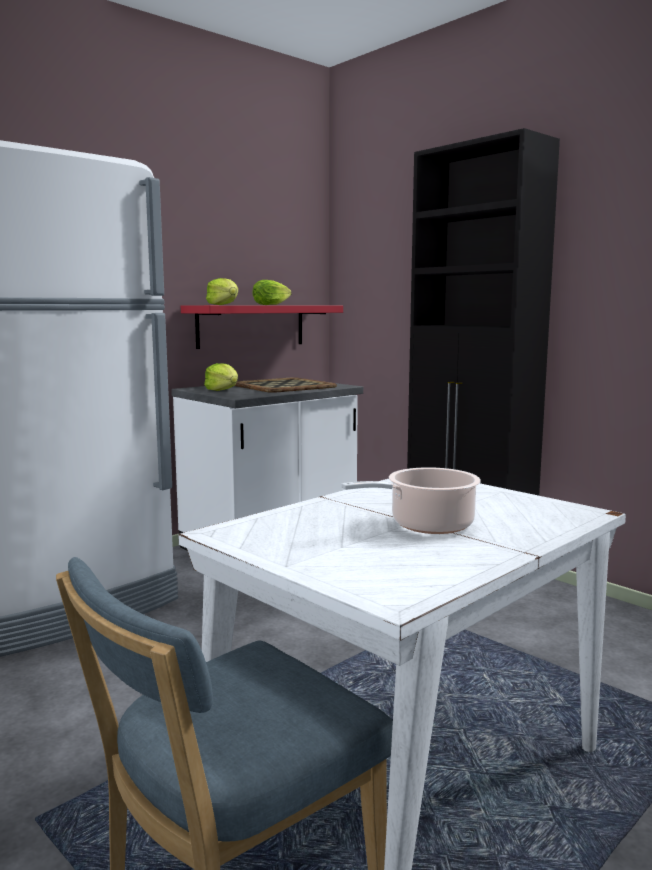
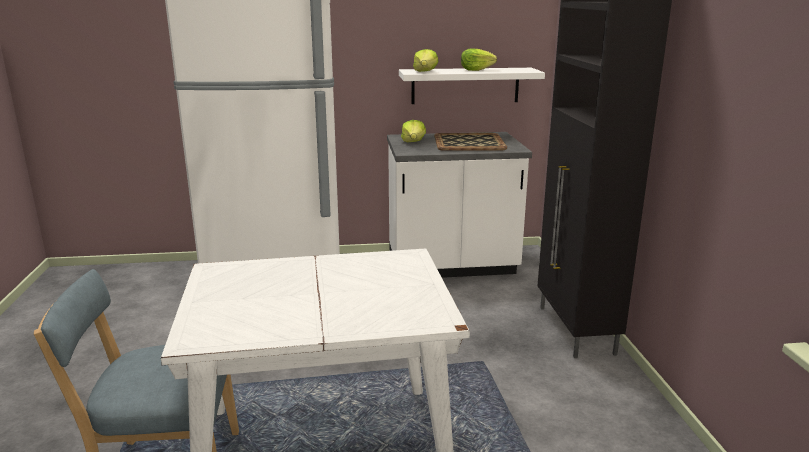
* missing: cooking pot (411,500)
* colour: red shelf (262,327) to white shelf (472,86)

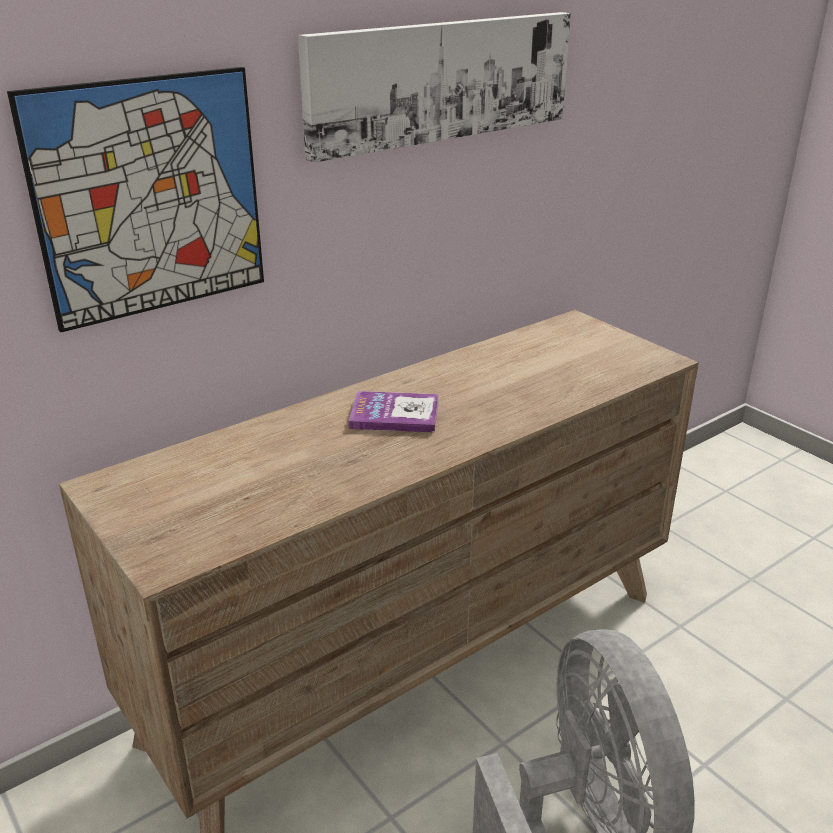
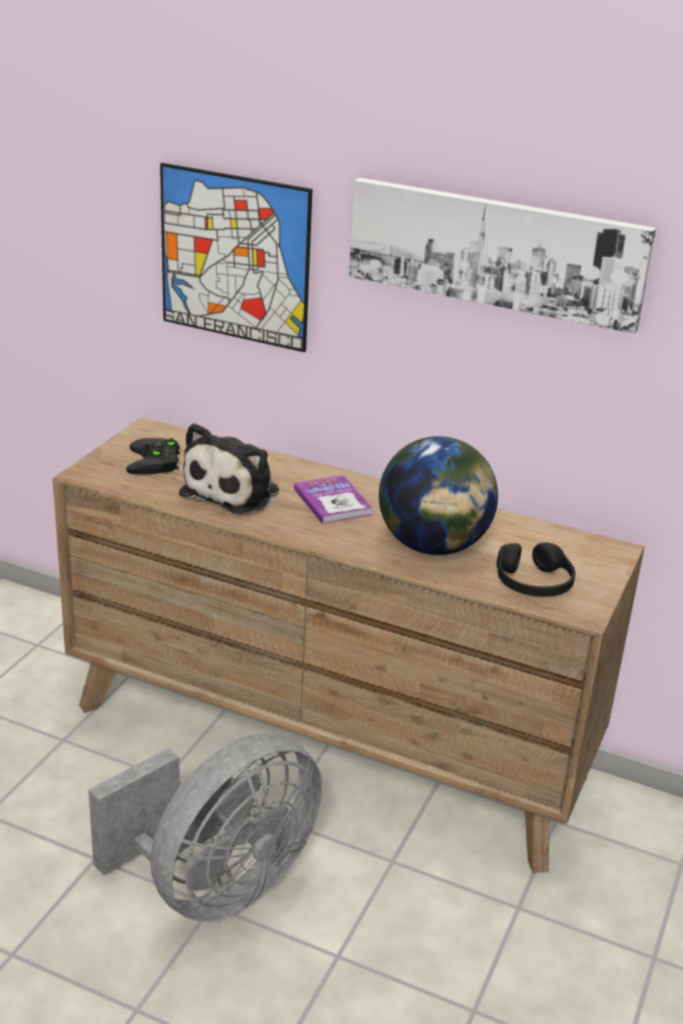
* appeared: black game controller (153,456)
* appeared: plush toy (229,468)
* appeared: globe (438,495)
* appeared: black headphones (536,570)

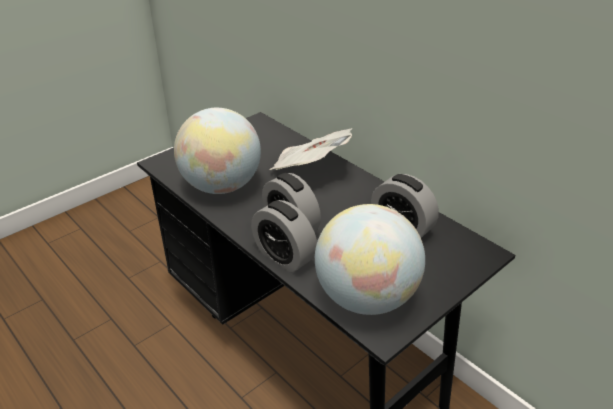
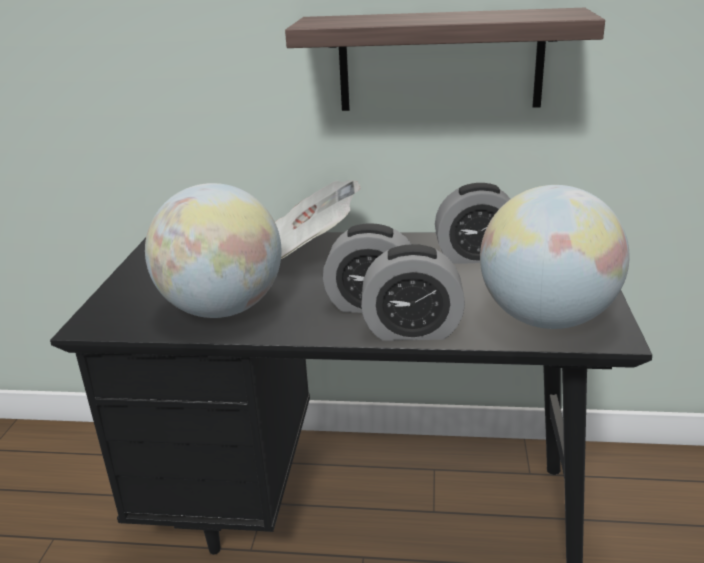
* appeared: shelf (445,59)

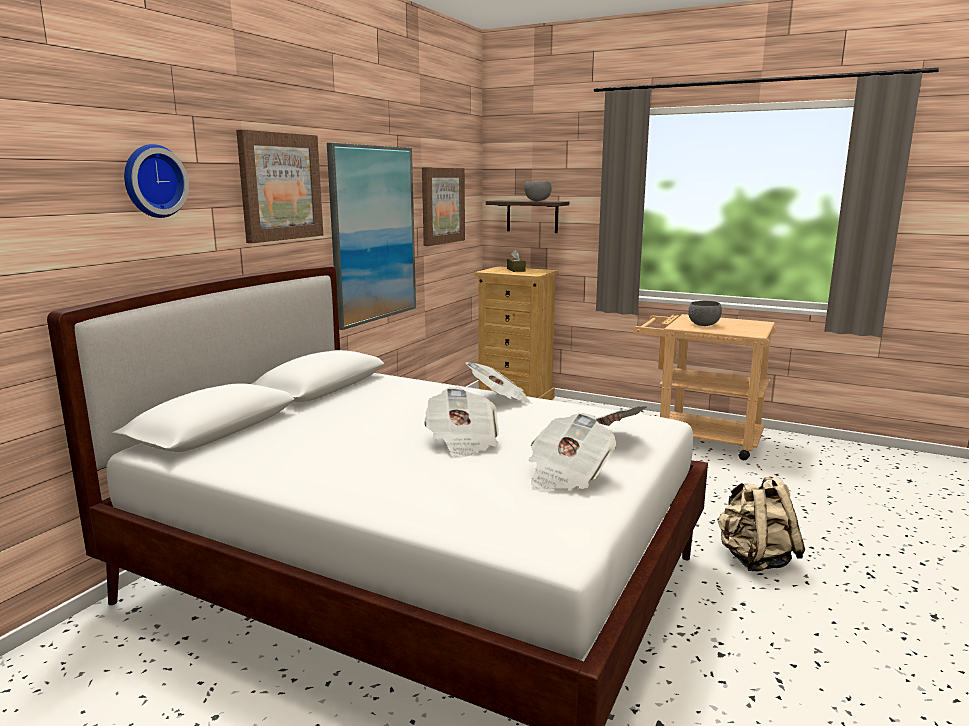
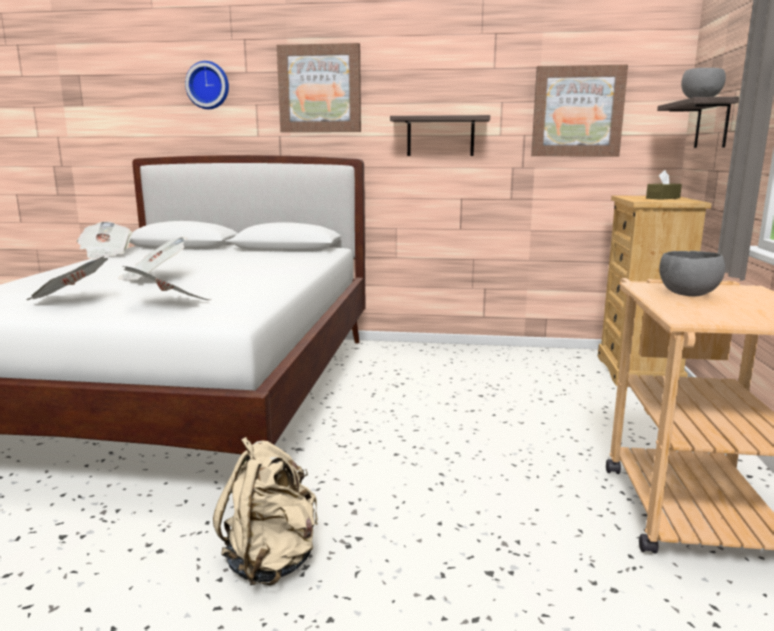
* relocated: newspaper (499,383) to (104,240)
* exchanged: picture (371,236) to shelf (440,135)

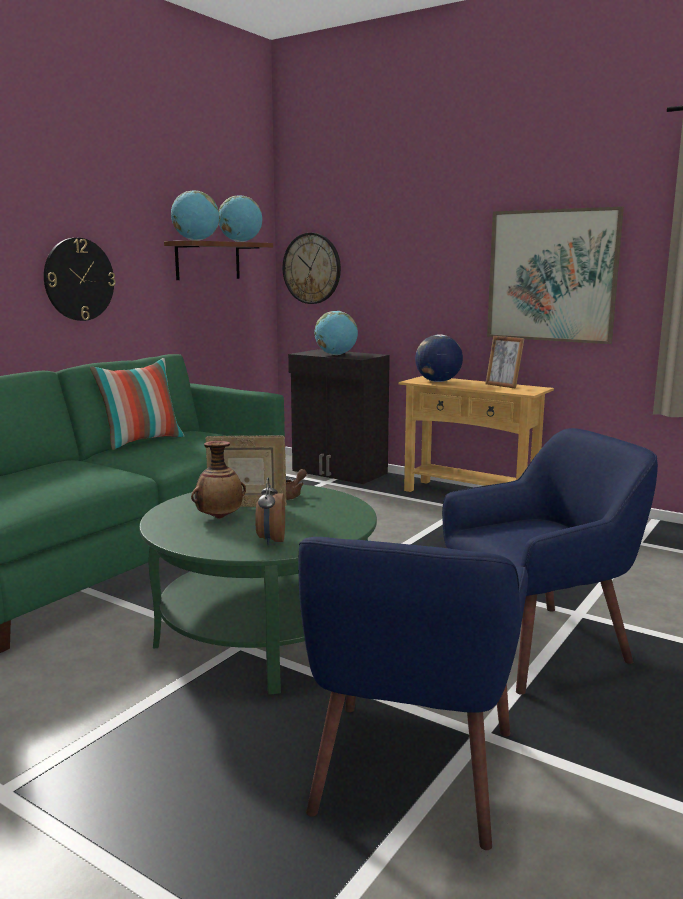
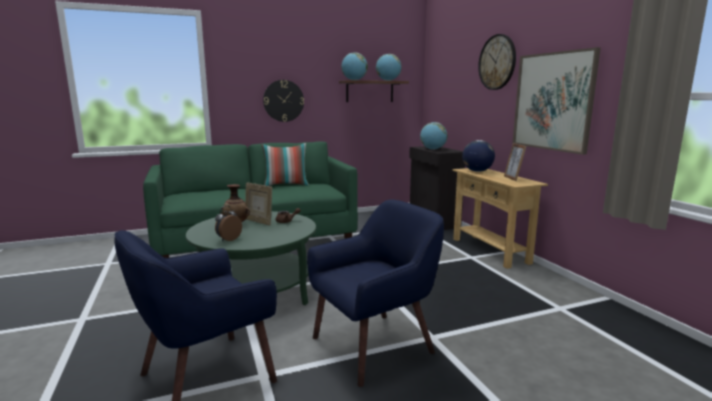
* relocated: wall clock (311,268) to (497,62)
* spun: blue armchair (550,561) = (375,293) 45 degrees counterclockwise

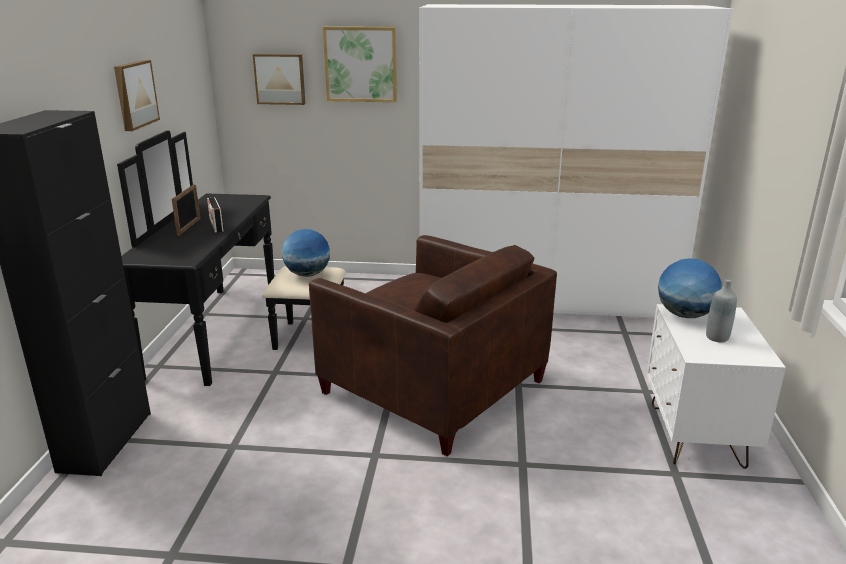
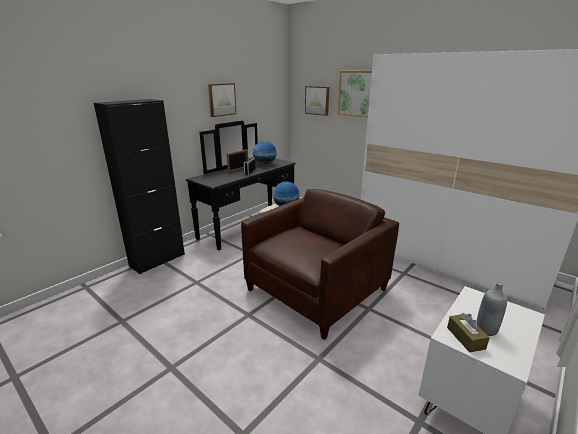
* appeared: brown tissue box (468,332)
* relocated: globe (690,288) to (265,153)
* spun: brown armchair (433,345) = (320,264) 120 degrees counterclockwise

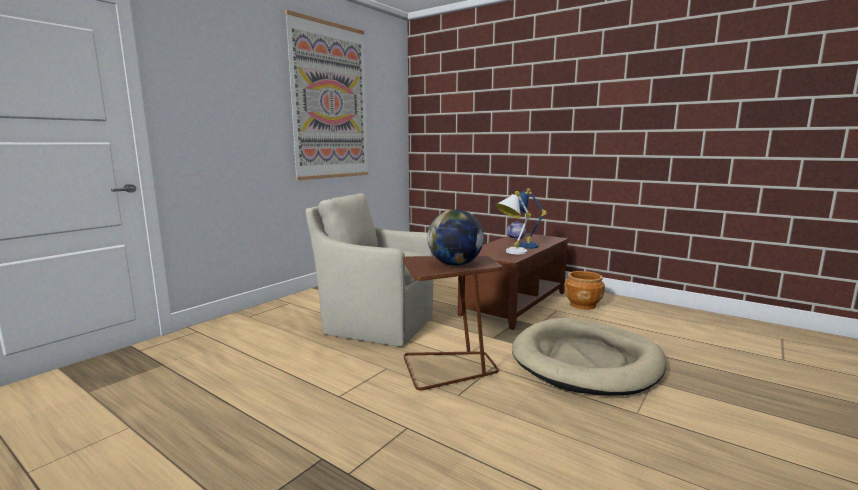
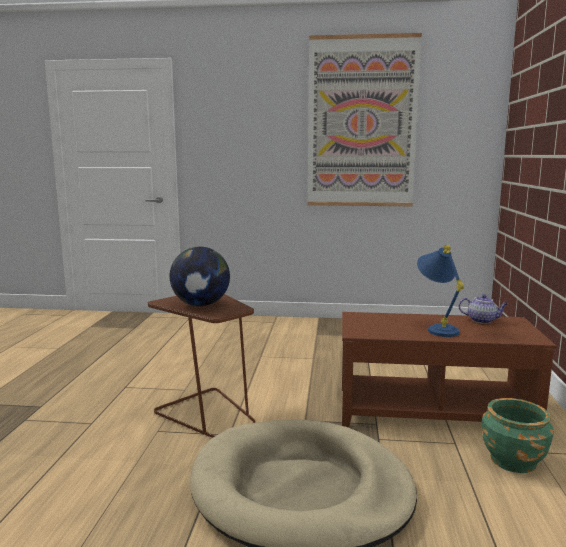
* missing: beige armchair (370,270)
* missing: white table lamp (513,222)
* colour: brown planter (584,290) to green planter (518,435)

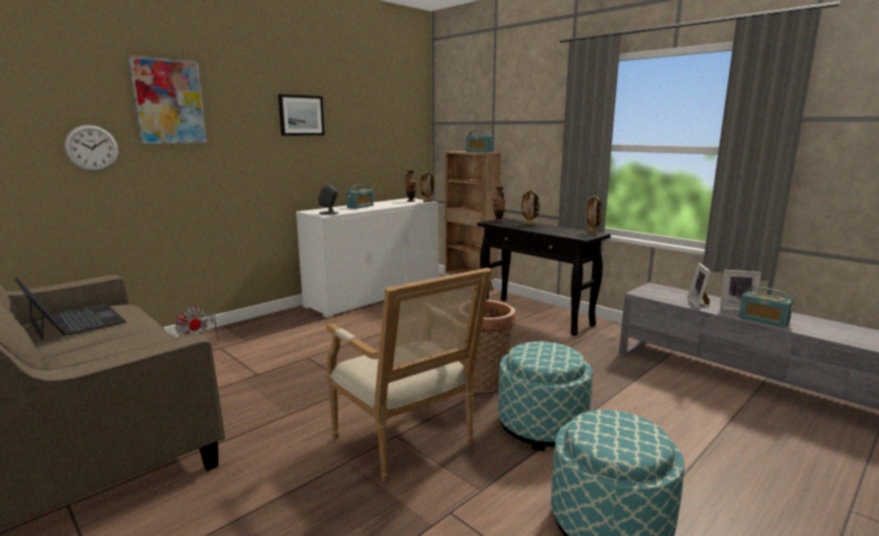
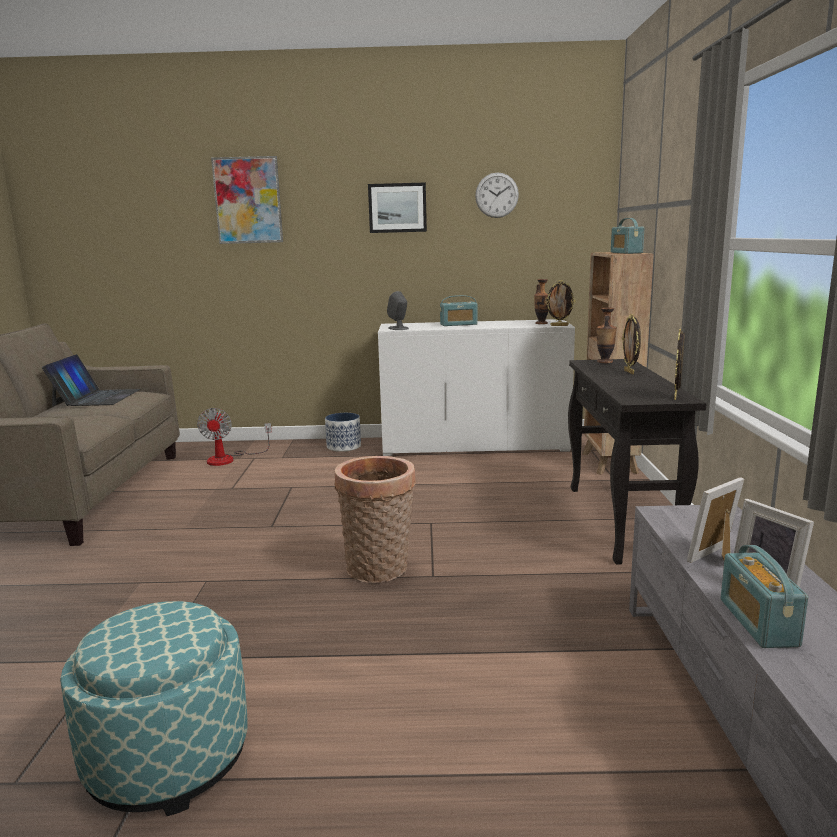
* missing: armchair (409,375)
* missing: ottoman (545,396)
* appeared: planter (343,432)
* relocated: wall clock (91,148) to (497,195)

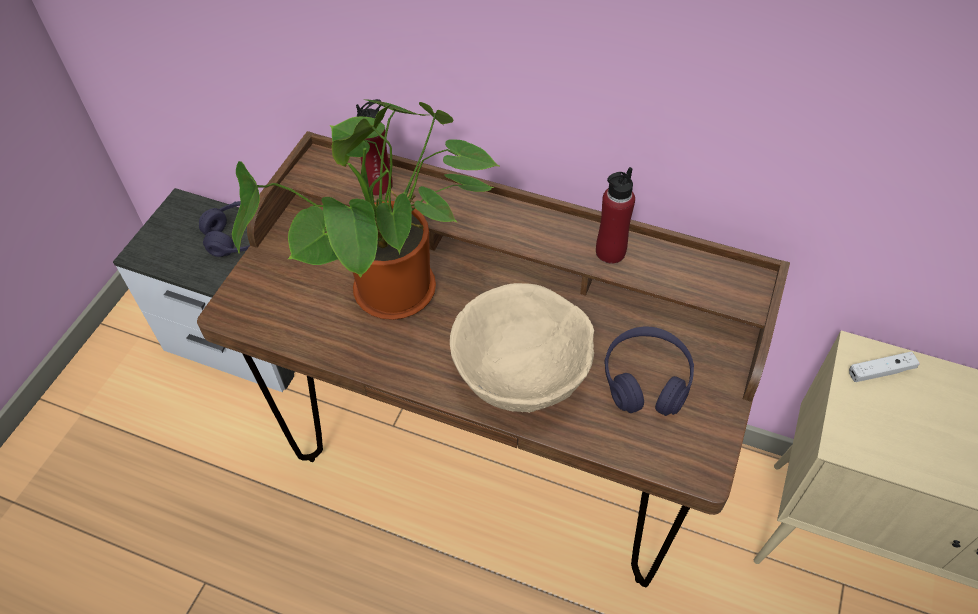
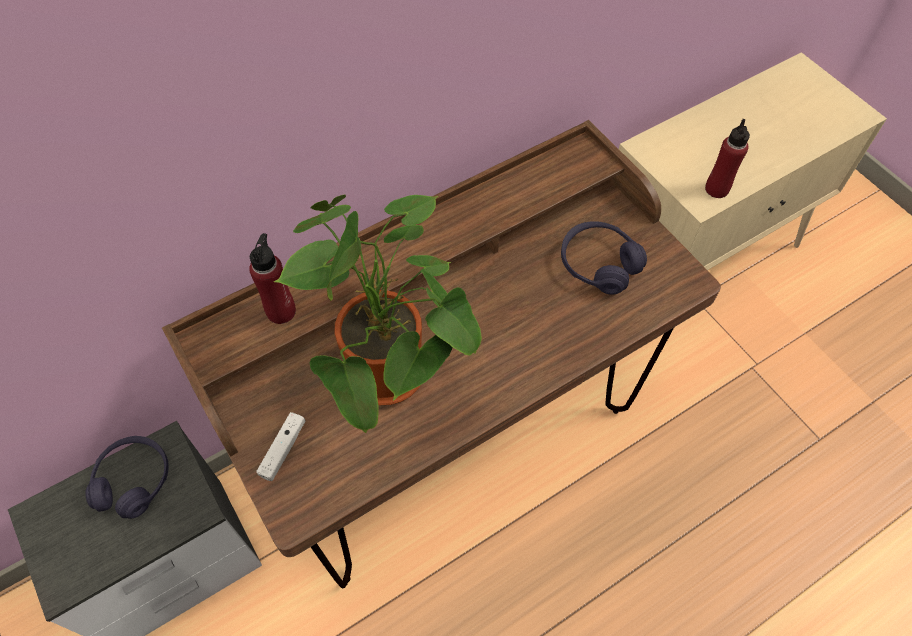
* missing: beige bowl (522,348)
* relocated: red bottle (615,215) to (727,158)
* relocated: white game controller (884,366) to (281,446)

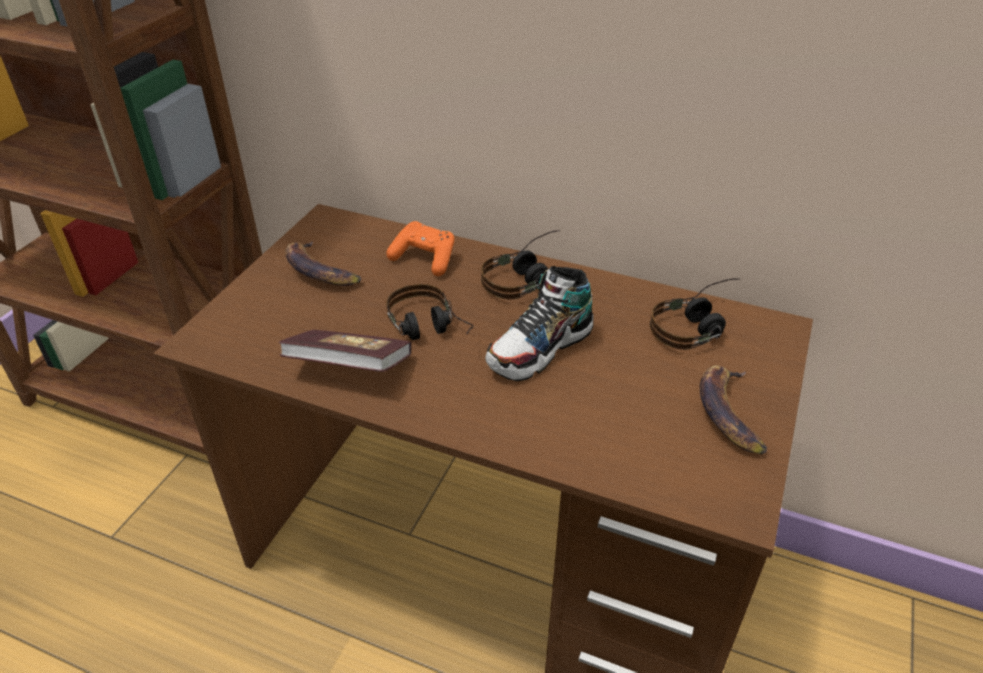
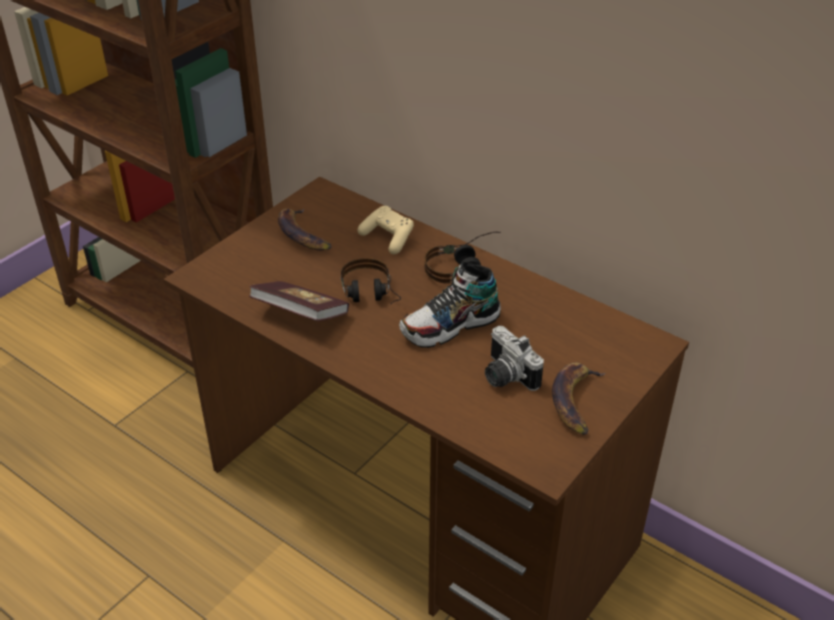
* missing: headphones (695,314)
* appeared: photo camera (514,358)
* colour: orange game controller (420,248) to beige game controller (386,230)

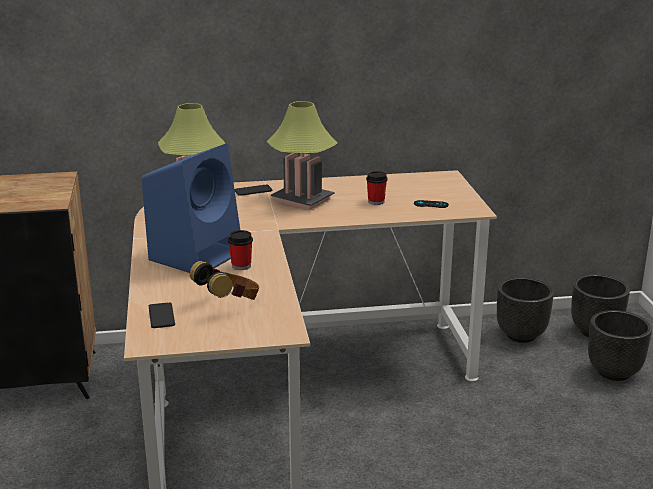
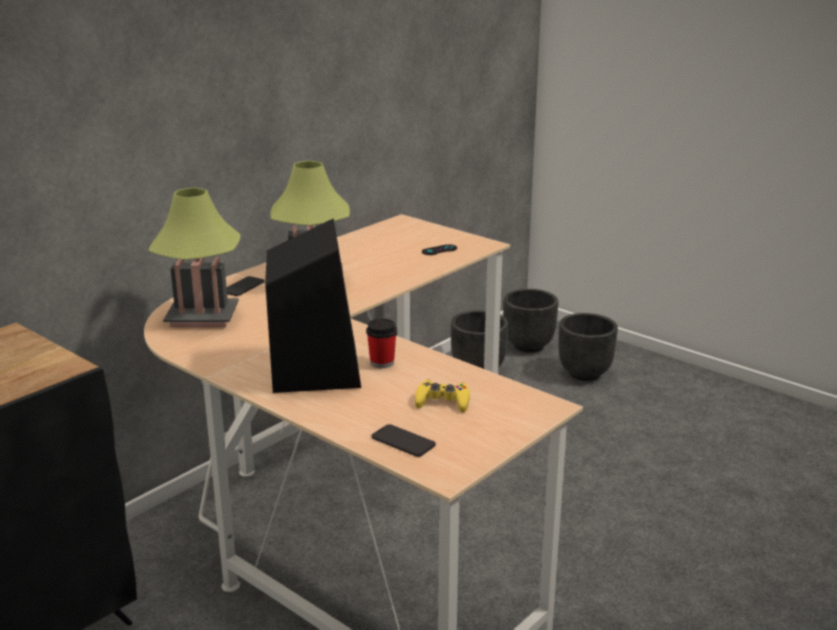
* missing: cup (377,188)
* exchanged: headphones (224,280) to yellow game controller (442,396)
* colour: blue speaker (190,208) to black speaker (313,305)

